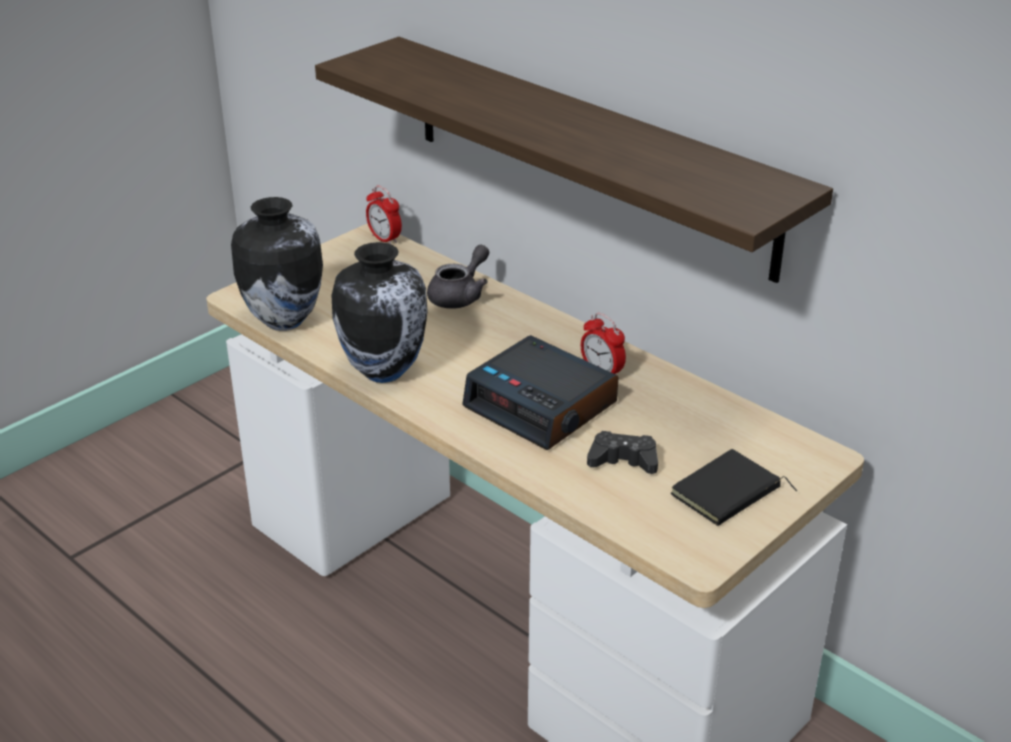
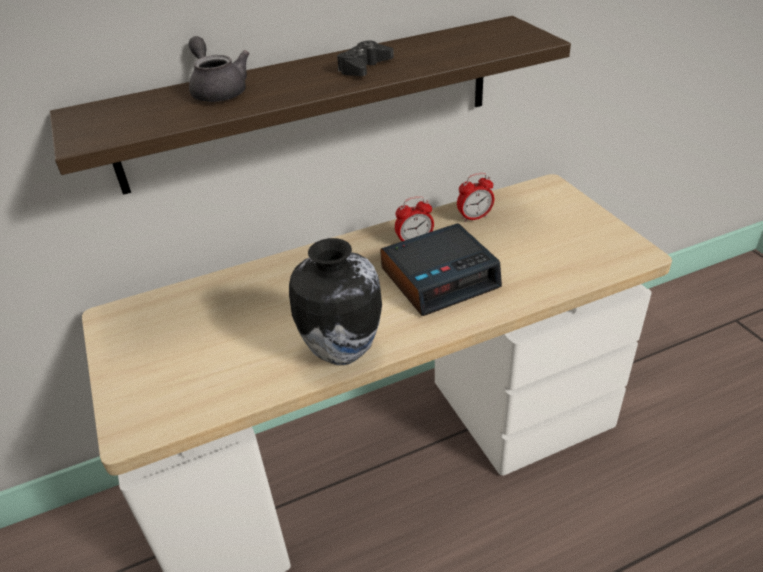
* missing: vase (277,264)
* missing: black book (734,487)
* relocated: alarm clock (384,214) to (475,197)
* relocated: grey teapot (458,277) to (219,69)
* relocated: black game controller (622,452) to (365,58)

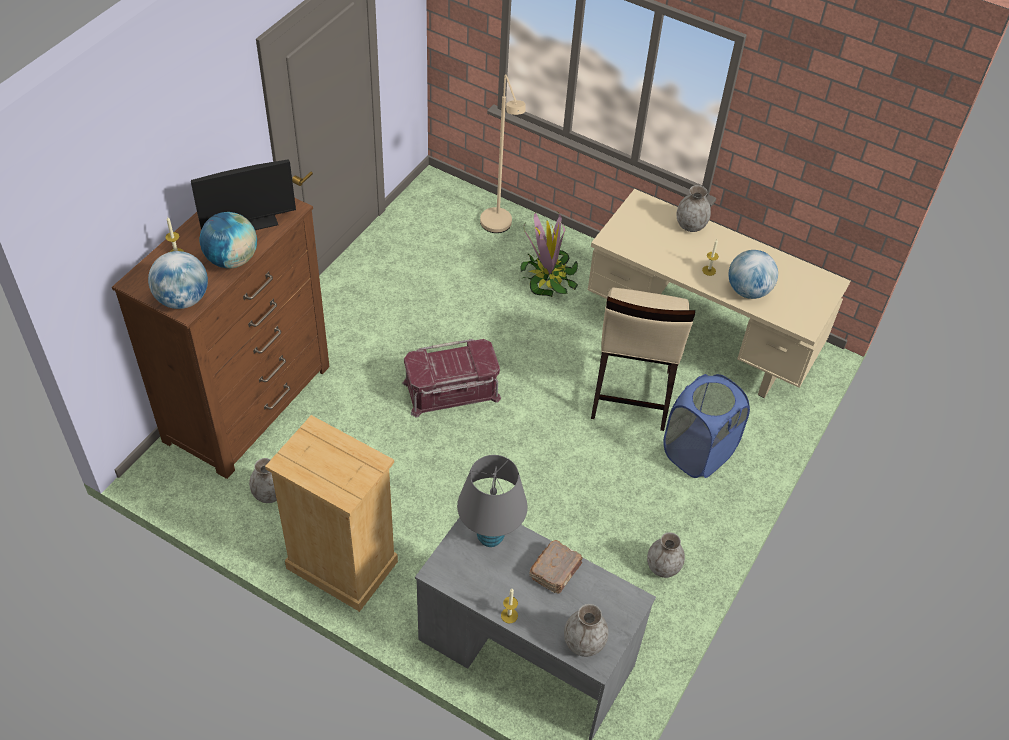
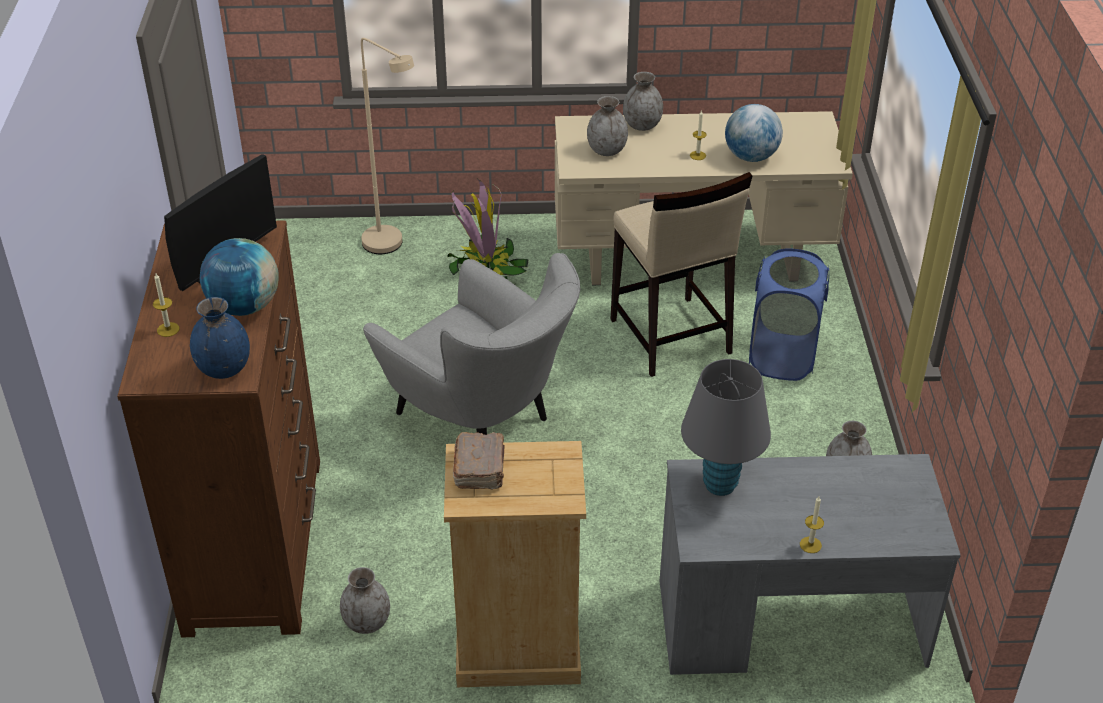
* relocated: brown book (556,566) to (479,460)
* relocated: grey vase (586,630) to (607,126)
* exchanged: globe (178,280) to blue vase (220,338)
* exchanged: red storage box (451,378) to grey armchair (471,344)

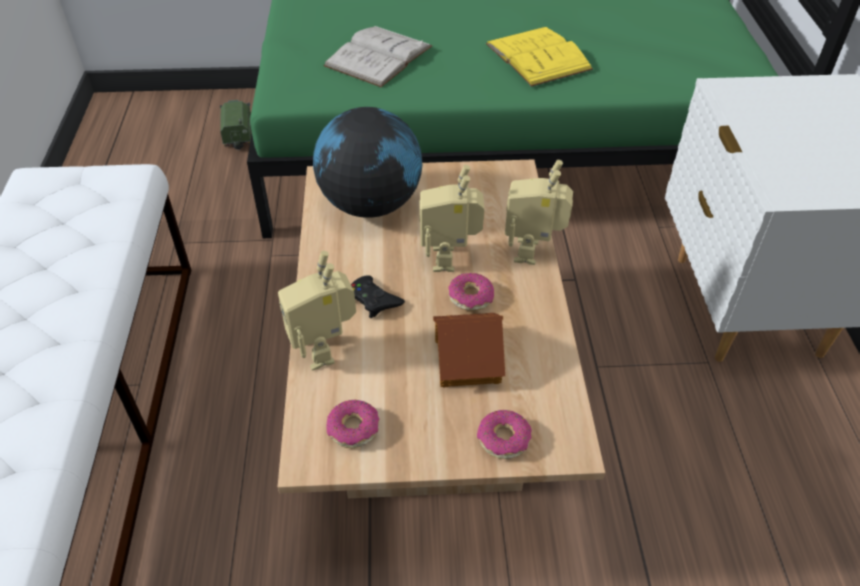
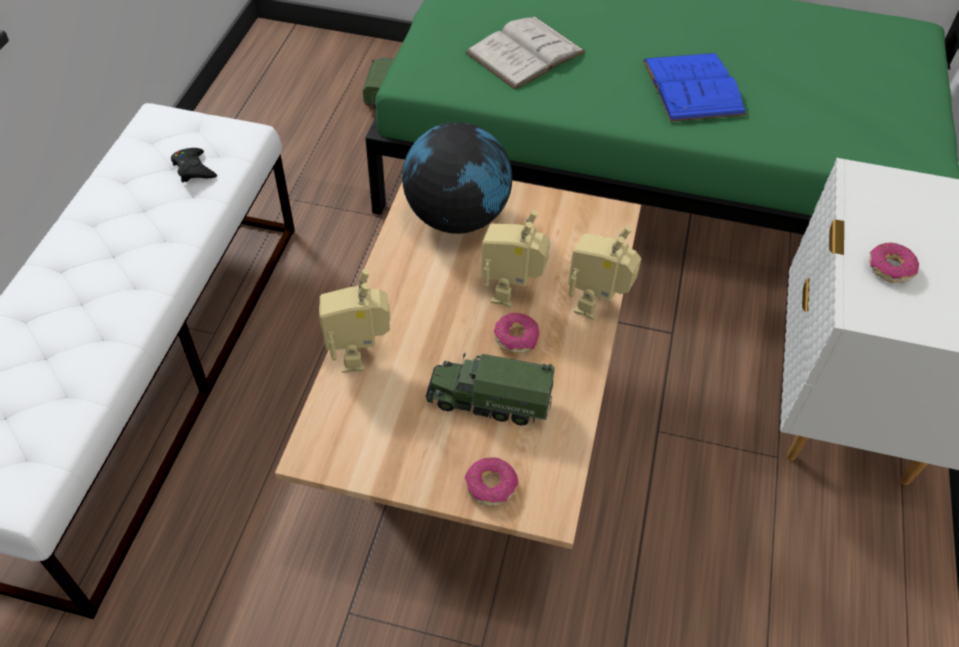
* relocated: donut (353,424) to (894,263)
* relocated: black game controller (378,296) to (194,165)
* exchanged: toy house (469,350) to toy truck (490,389)
* colour: yellow book (539,57) to blue book (694,87)

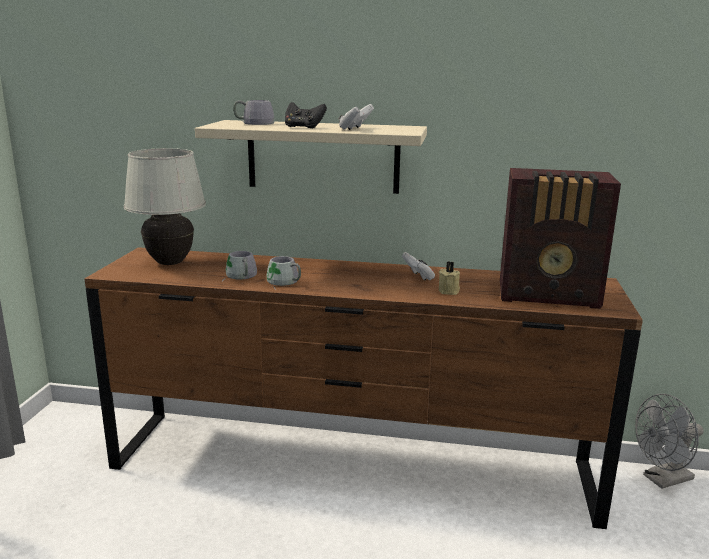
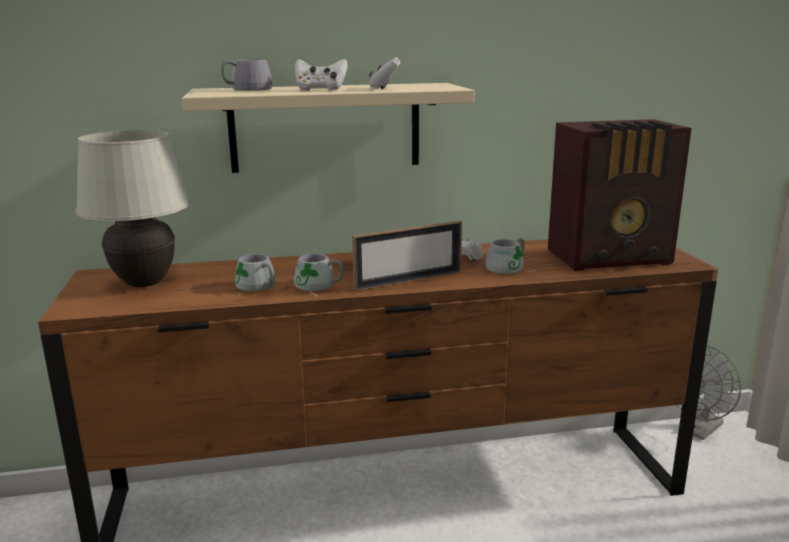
* appeared: picture frame (407,255)
* exchanged: beige candle (449,278) to grey mug (509,256)
* colour: black game controller (306,115) to white game controller (321,74)

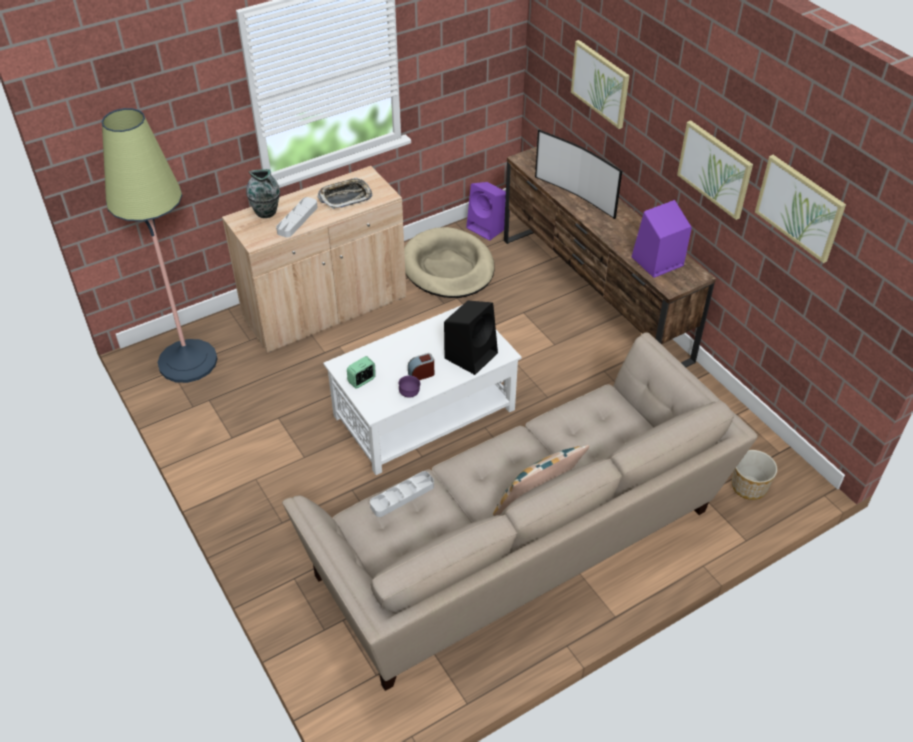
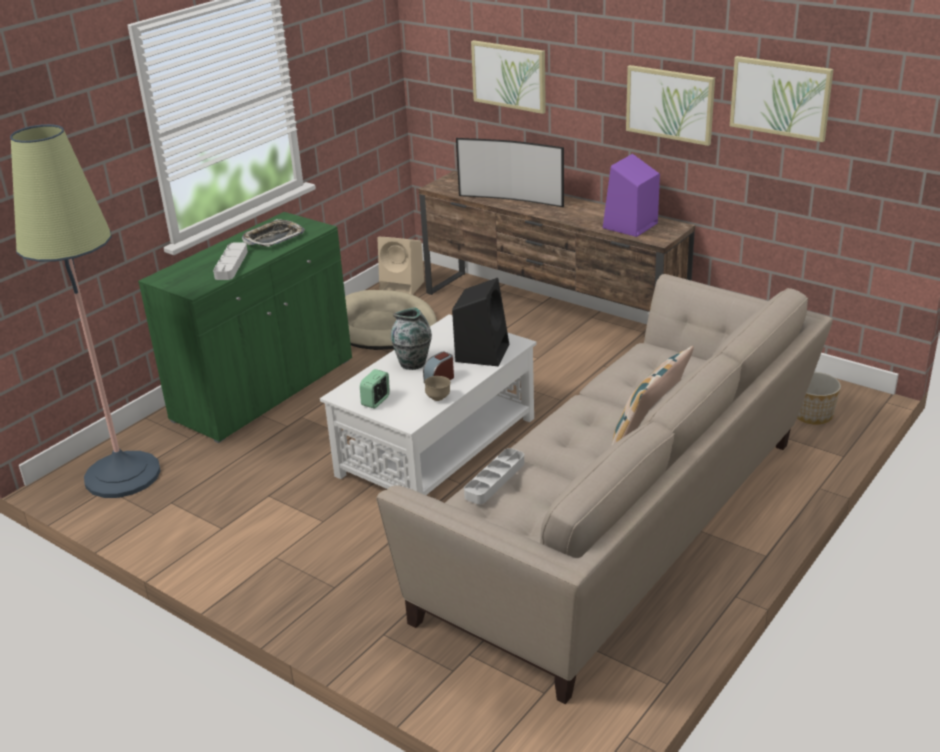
* relocated: vase (263,193) to (411,338)
* colour: beige cabinet (314,259) to green cabinet (245,327)
* colour: purple bowl (409,386) to brown bowl (438,388)
* colour: purple speaker (488,211) to beige speaker (400,266)

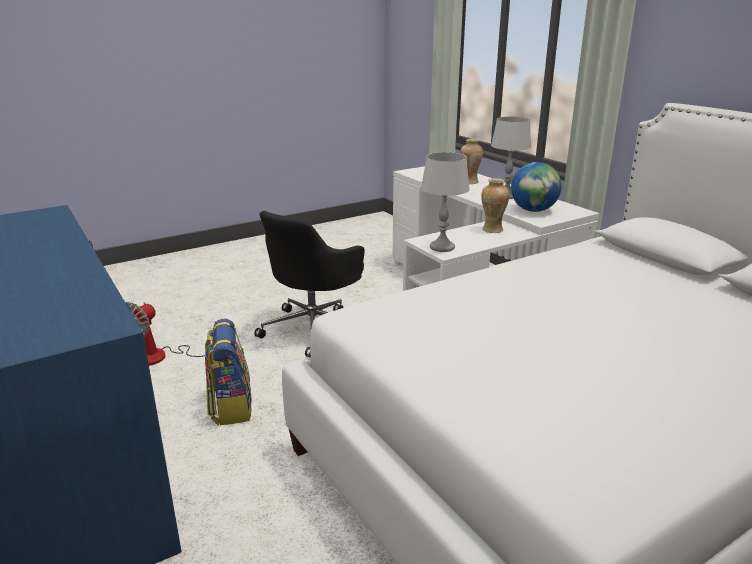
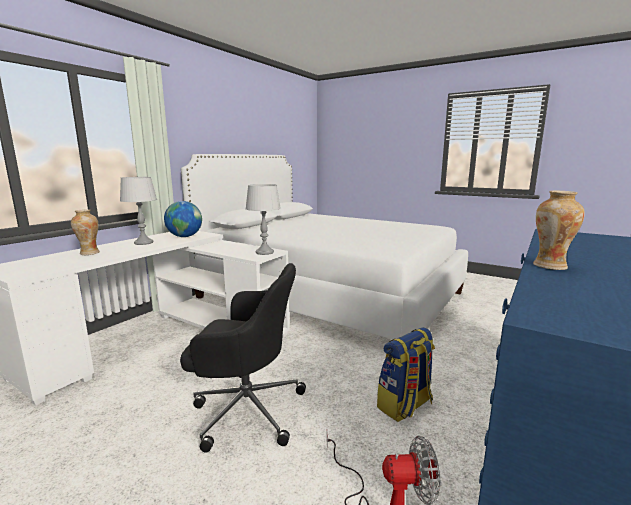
* relocated: vase (495,205) to (559,230)

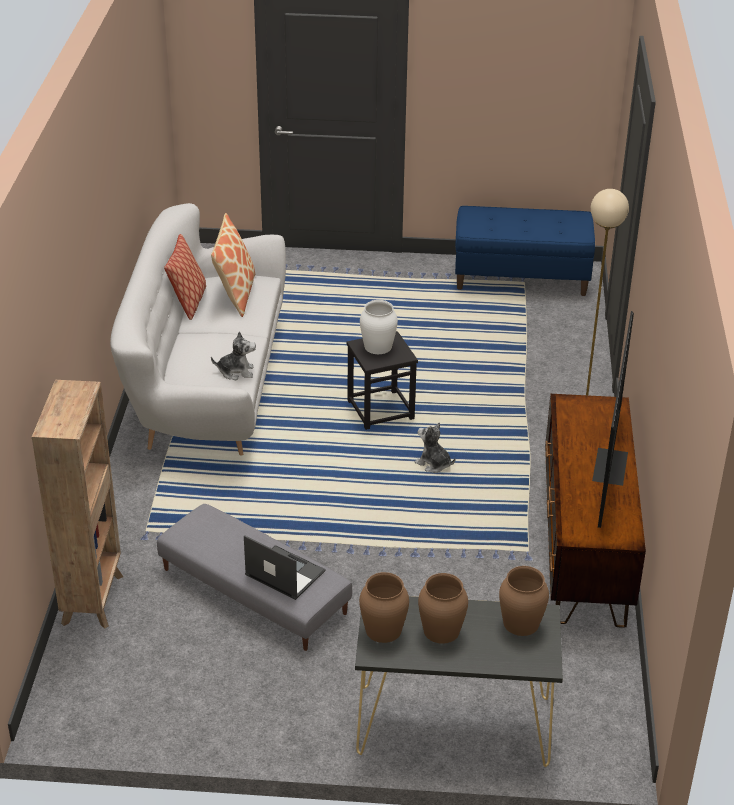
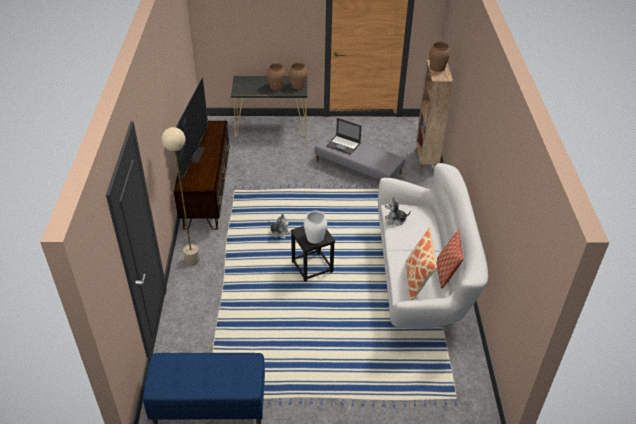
* relocated: brown vase (524,601) to (439,56)

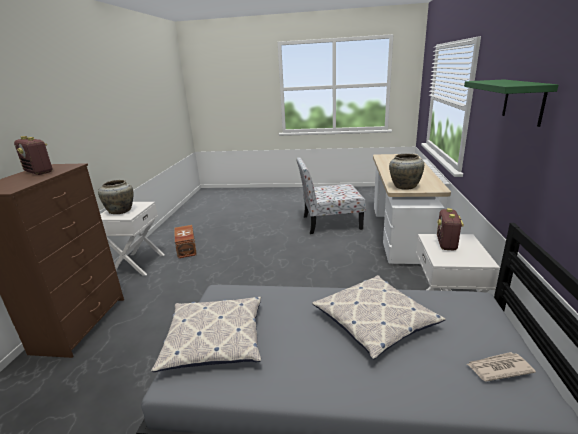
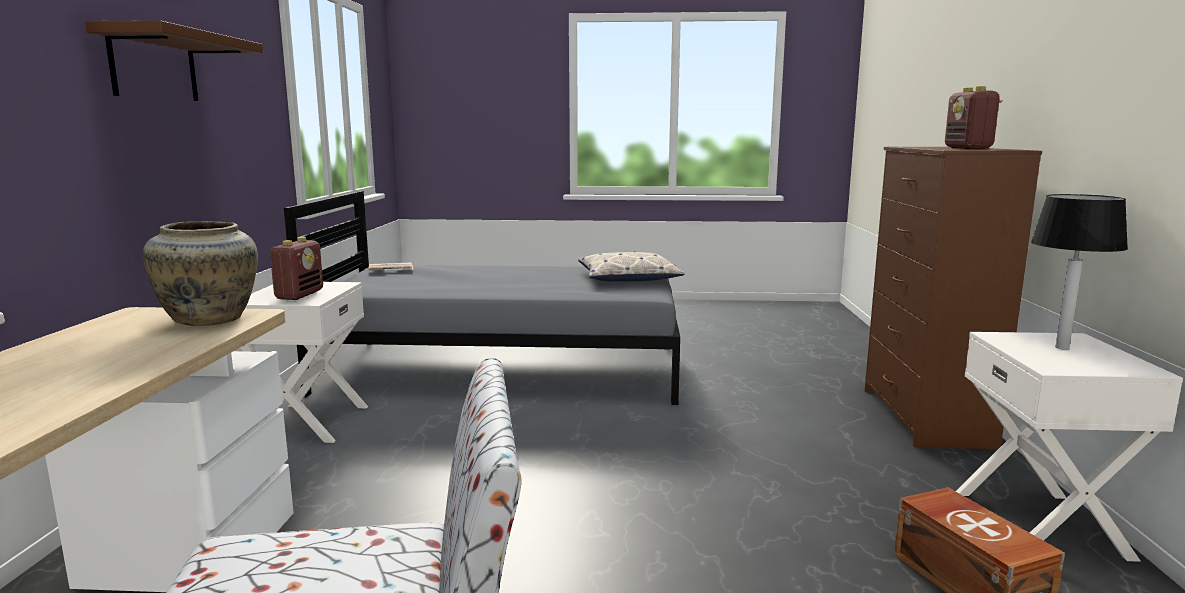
* missing: pillow (379,317)
* exchanged: beige vase (115,197) to table lamp (1079,272)
* colour: green shelf (511,103) to brown shelf (174,60)
* spun: radio (33,155) = (974,117) 120 degrees counterclockwise

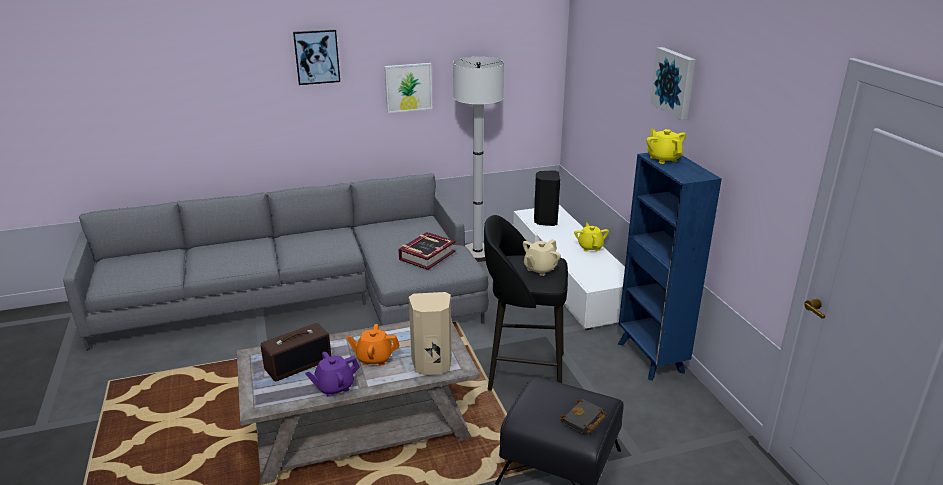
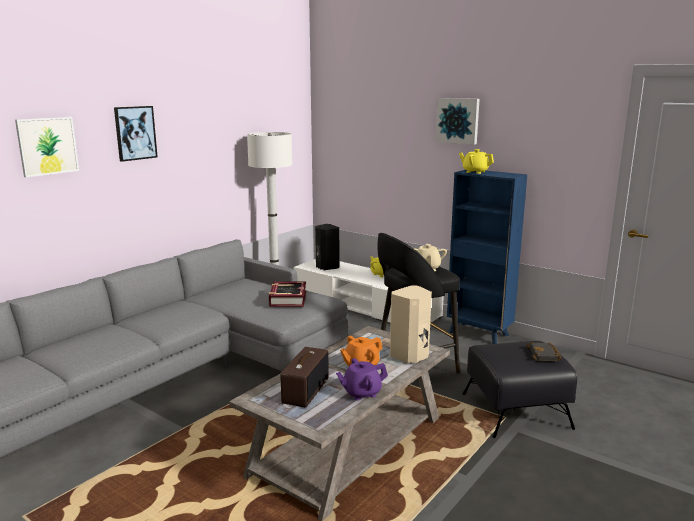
* relocated: picture (408,88) to (47,147)
* spun: purple teapot (332,374) = (362,379) 45 degrees clockwise

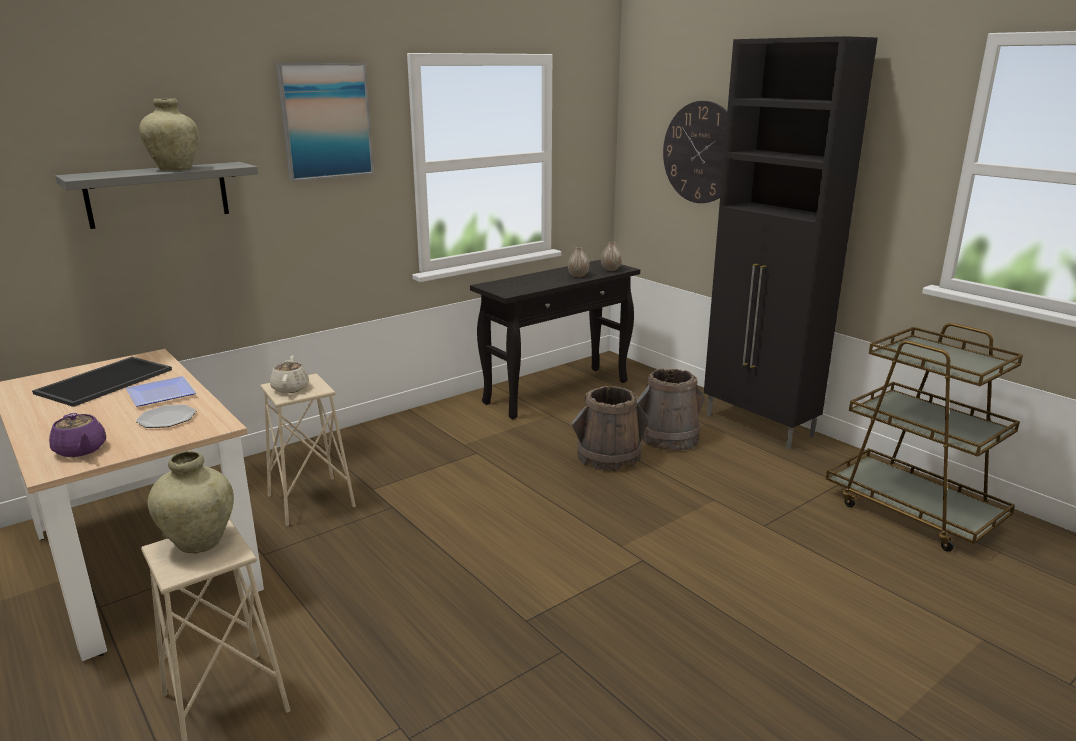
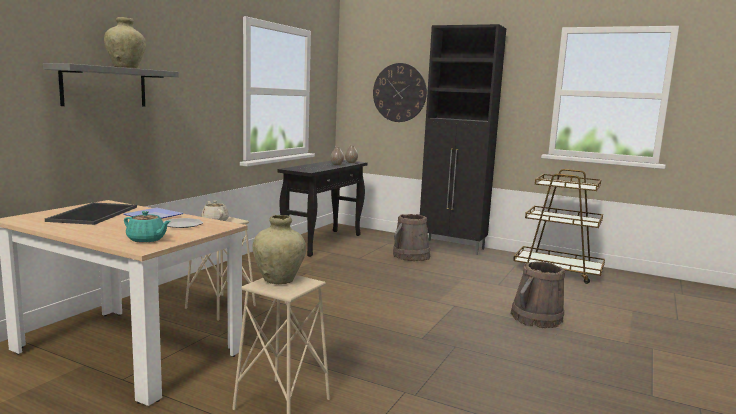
* missing: picture (325,122)
* relocated: brown bucket (610,429) to (537,294)
* colour: purple teapot (77,435) to turquoise teapot (147,226)

